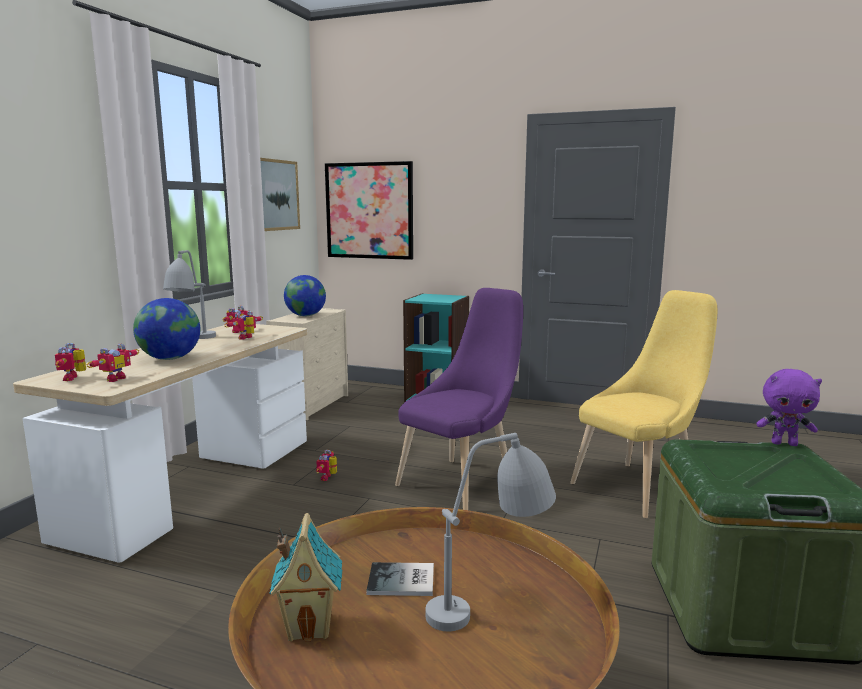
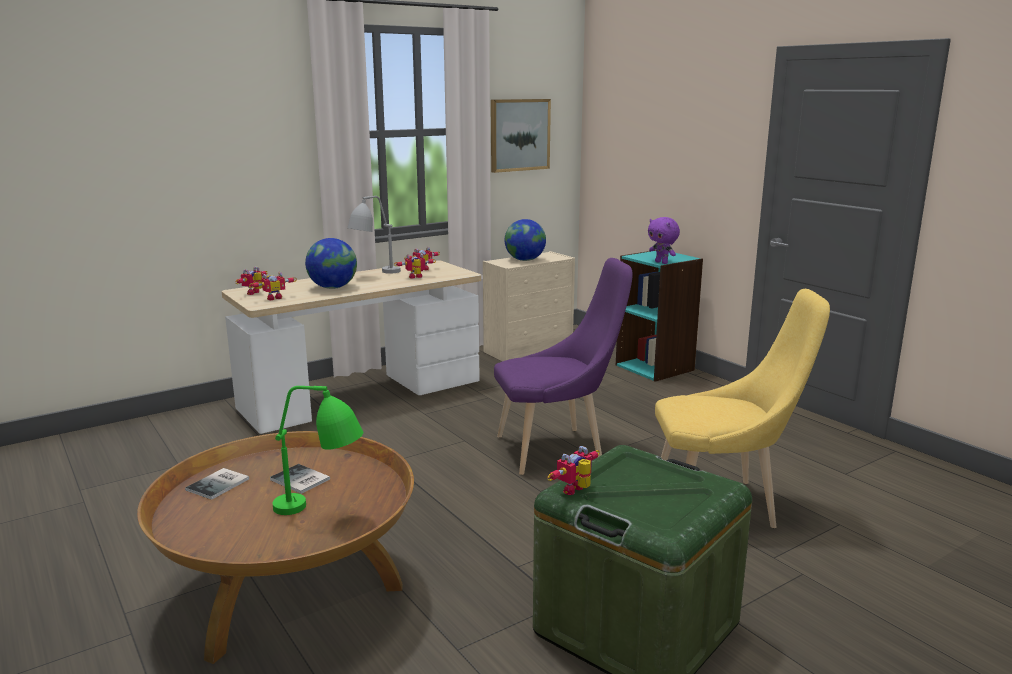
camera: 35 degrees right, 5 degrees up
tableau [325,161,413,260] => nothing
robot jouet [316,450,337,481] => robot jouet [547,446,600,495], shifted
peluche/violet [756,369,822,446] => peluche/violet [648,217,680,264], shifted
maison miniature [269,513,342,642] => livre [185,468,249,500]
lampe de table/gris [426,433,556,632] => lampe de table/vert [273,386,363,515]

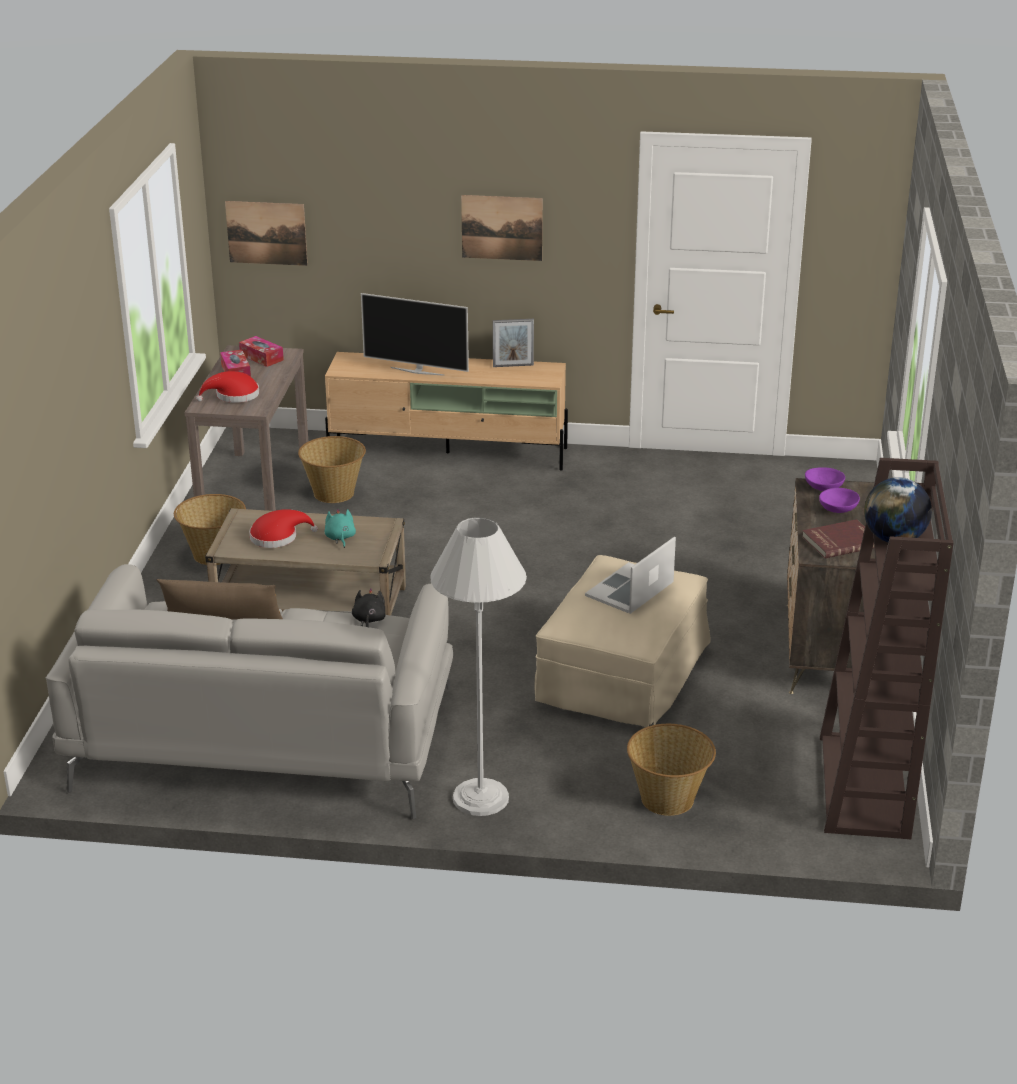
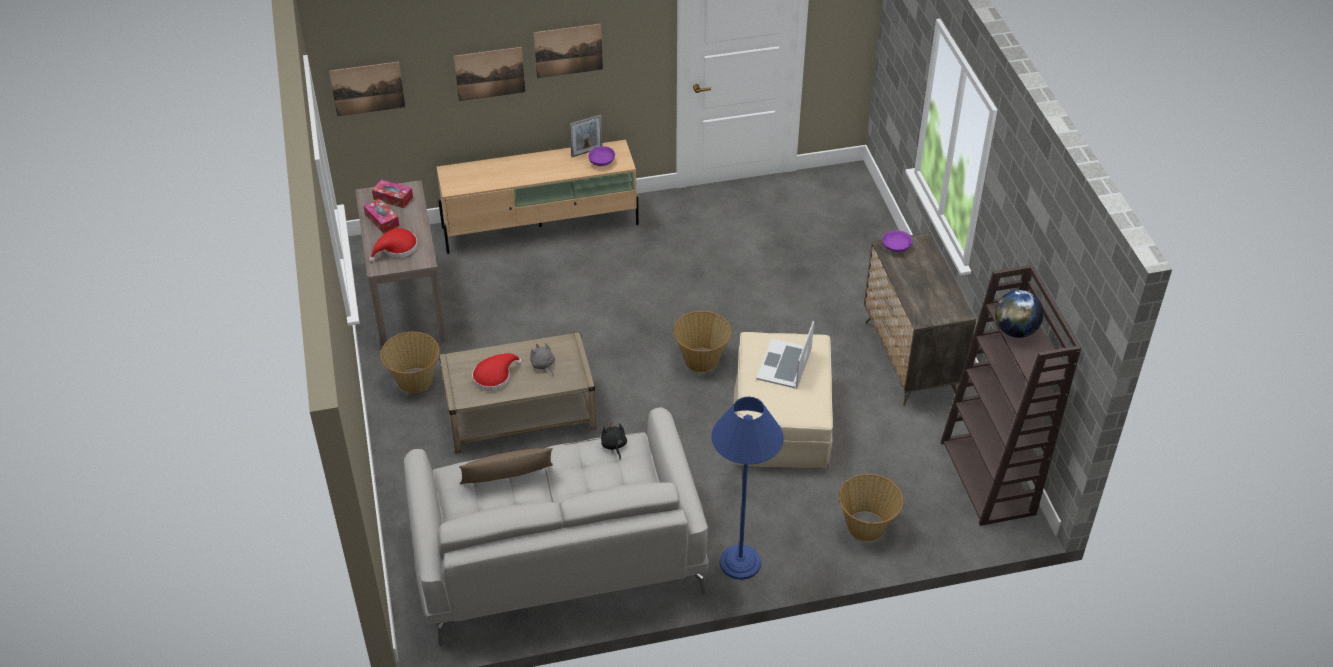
camera: 20 degrees left, 15 degrees up
téléviseur [361,293,469,376] => nothing
livre/rouge [802,519,874,558] => nothing
nothing => tableau [454,47,525,101]
panier [298,436,366,503] => panier [673,311,731,372], shifted
bol/violet [819,488,860,513] => bol/violet [588,146,615,166], shifted
peluche/turquoise [324,509,356,548] => peluche/gris [530,343,555,376]
lampadaire/blanc [430,517,527,816] => lampadaire/bleu [711,397,784,580]

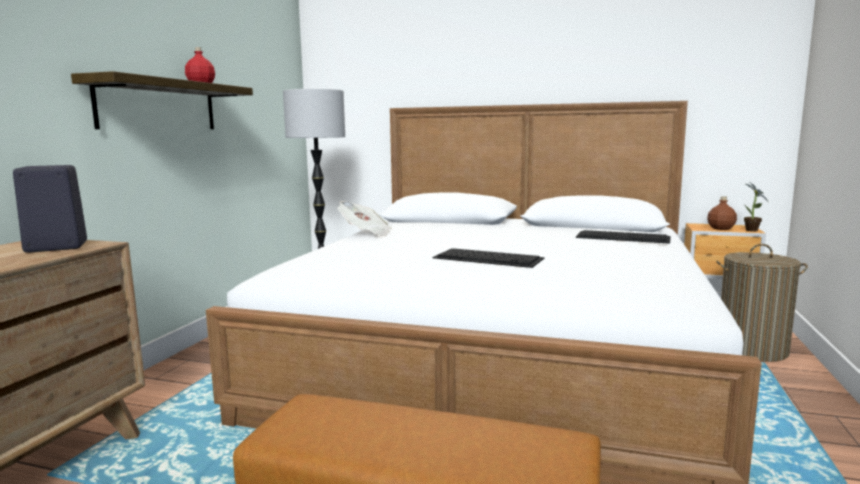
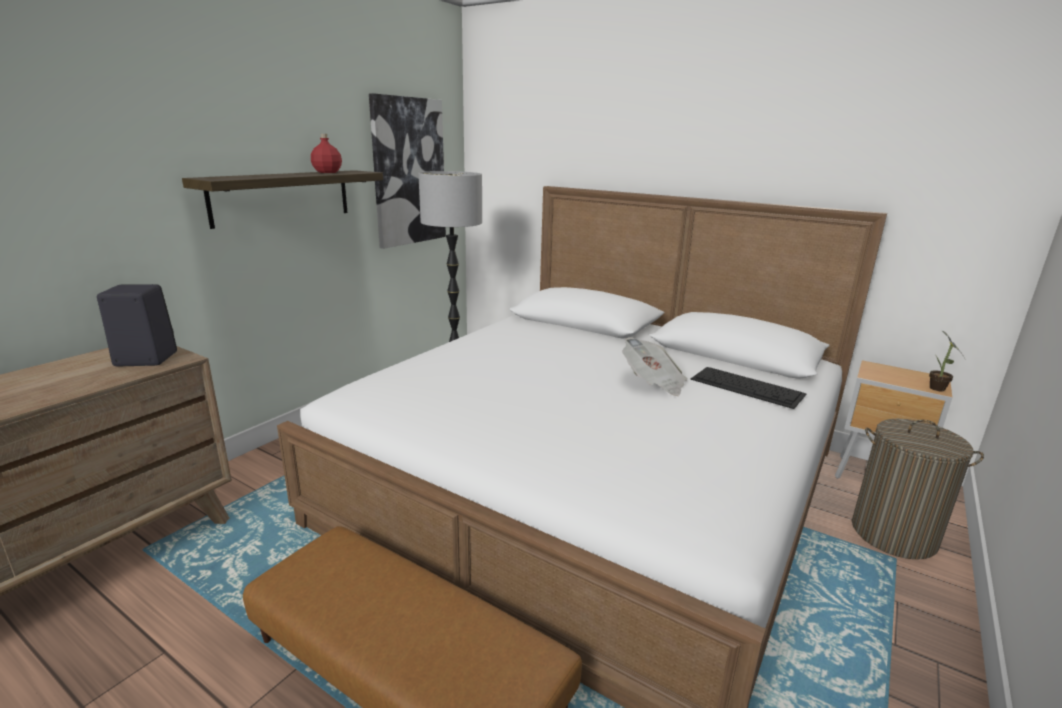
camera: 15 degrees right, 10 degrees up
clavier [433,248,544,268] => nothing
bouteille/marron [707,196,737,230] => nothing
nothing => tableau [369,93,446,249]
journal [337,201,392,237] => journal [622,337,687,396], shifted

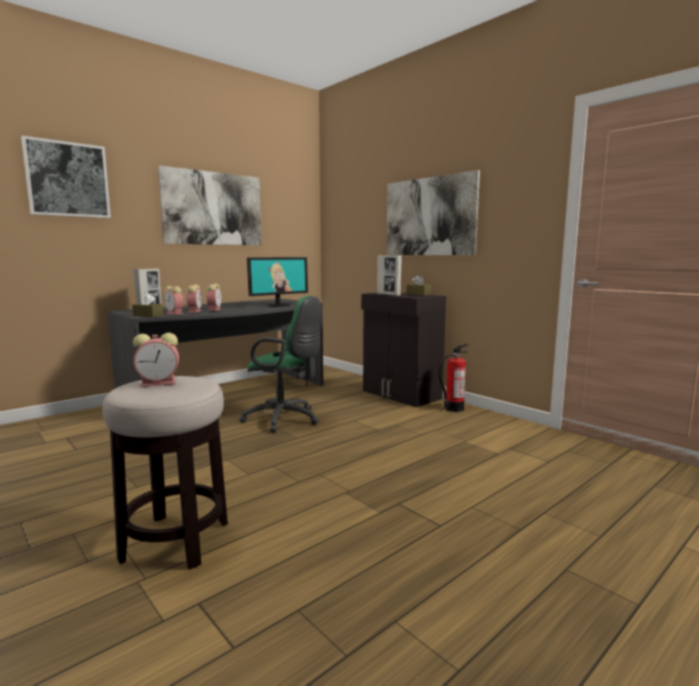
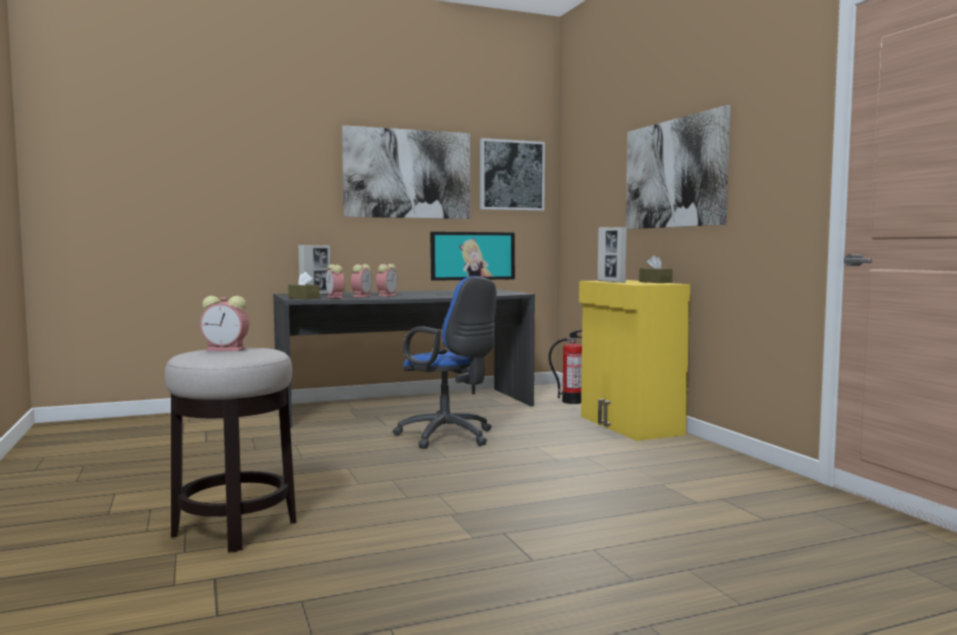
camera: 20 degrees right, 5 degrees down
tableau [21,136,111,218] => tableau [480,138,545,211], shifted
extincteur [438,344,468,412] => extincteur [548,330,582,404], shifted
chaise de bureau/vert [239,296,320,433] => chaise de bureau/bleu [393,276,497,449]
meuble de rangement/noir [361,293,446,407] => meuble de rangement/jaune [579,280,690,441]

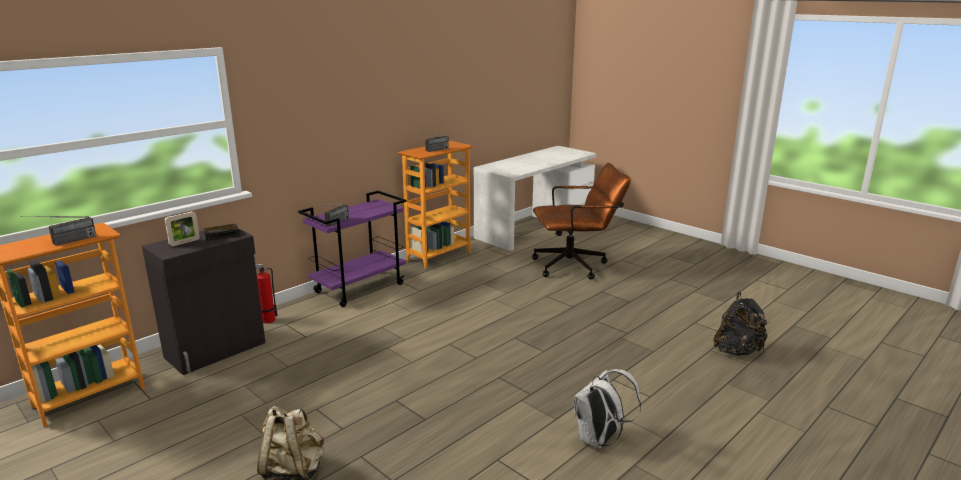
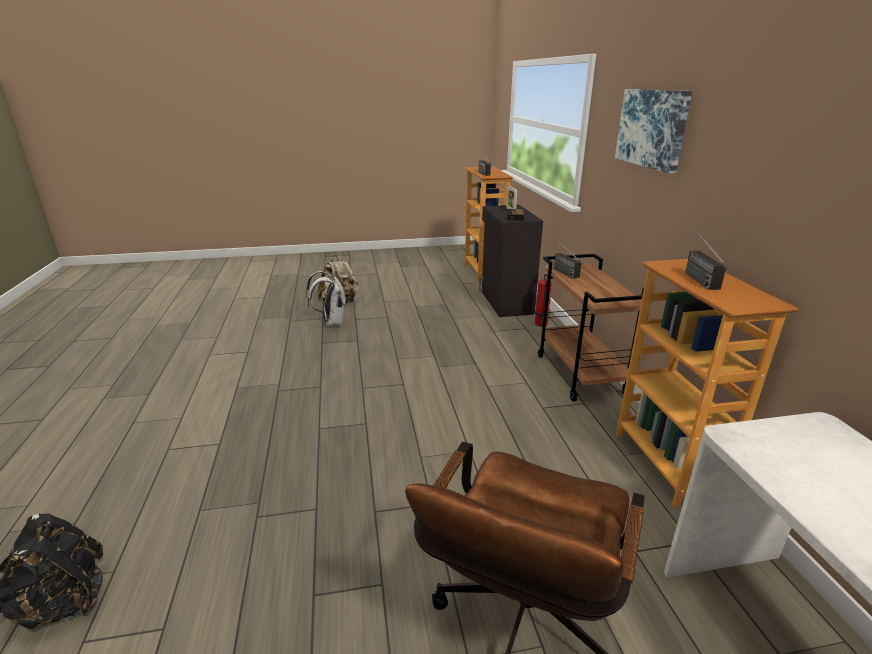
camera: 125 degrees right, 5 degrees up
nothing => tableau [615,89,692,174]
sac à dos/blanc [574,369,641,449] => sac à dos/blanc [306,271,346,326], shifted
chariot/violet [298,191,407,307] => chariot/marron [538,254,644,402]

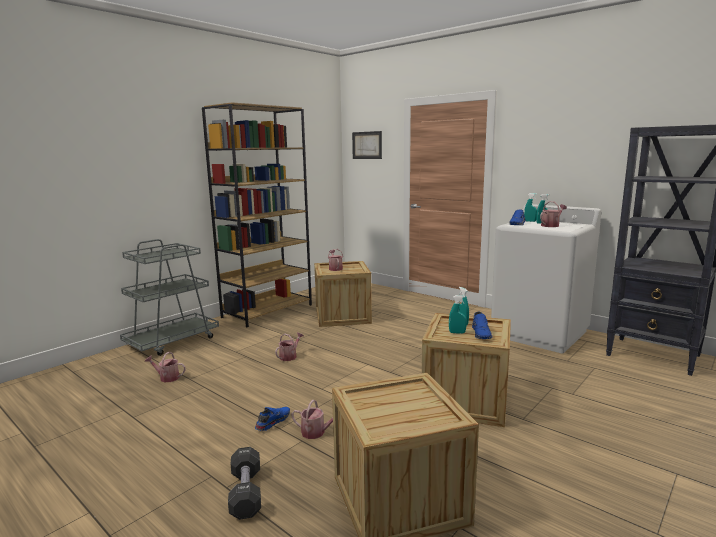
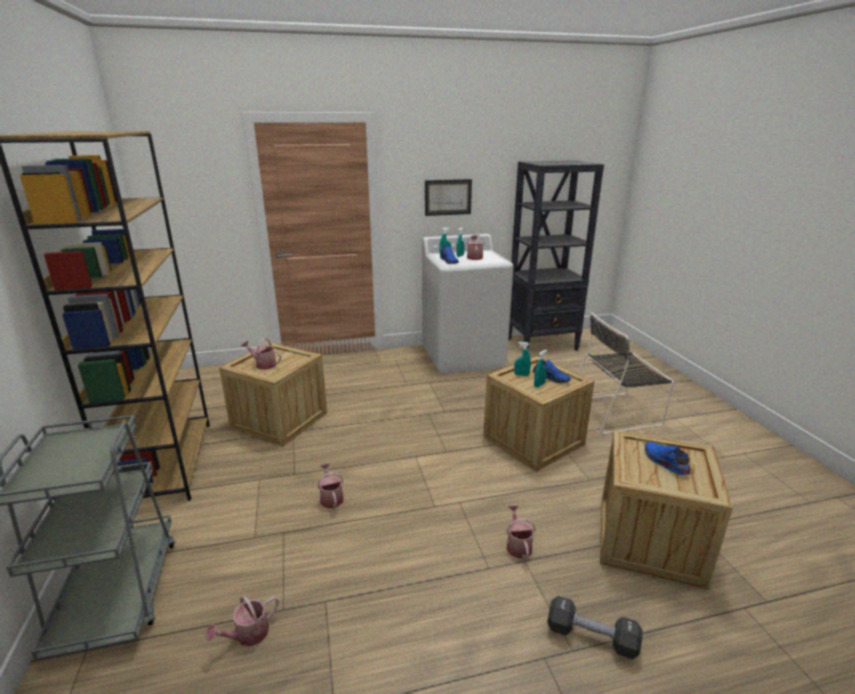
camera: 55 degrees left, 10 degrees up
nothing => chaise/noir [578,313,674,434]
chaussure/bleu [255,407,290,431] => chaussure/bleu [645,442,691,476], shifted
tableau [352,131,382,159] => tableau [425,179,472,216], shifted
arrosoir [291,400,333,439] => arrosoir [507,505,535,559], 60 degrees counterclockwise

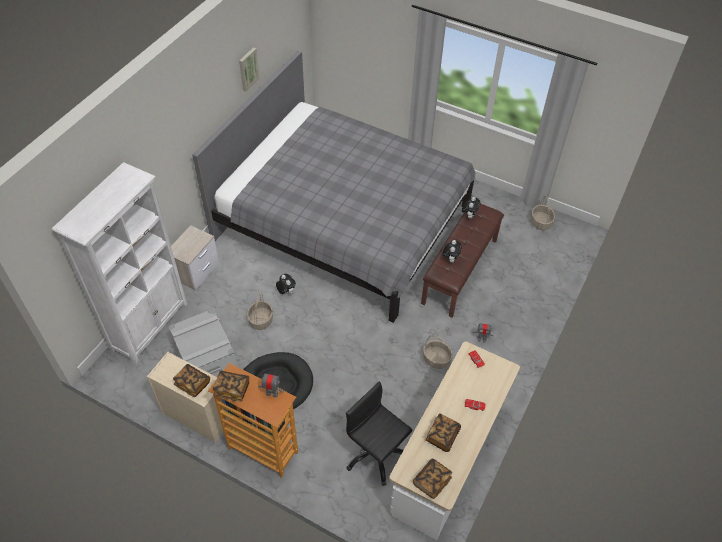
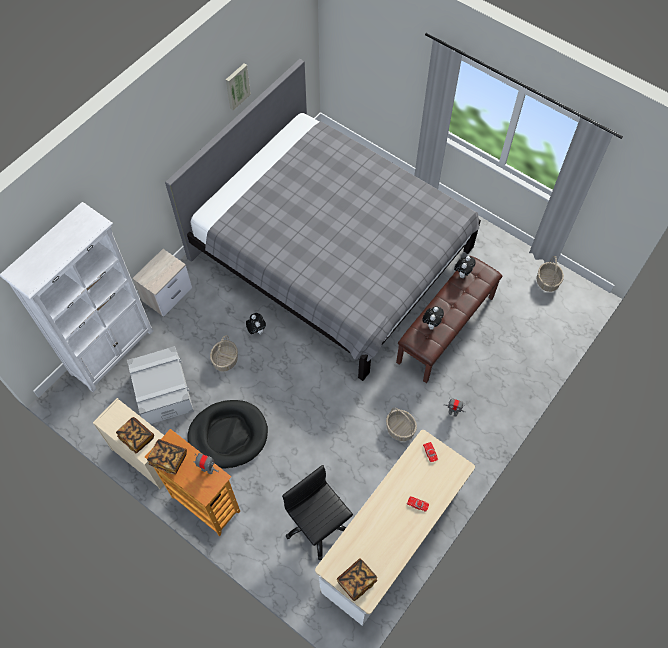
camera: 10 degrees right, 10 degrees up
livre [426,413,461,452] => nothing

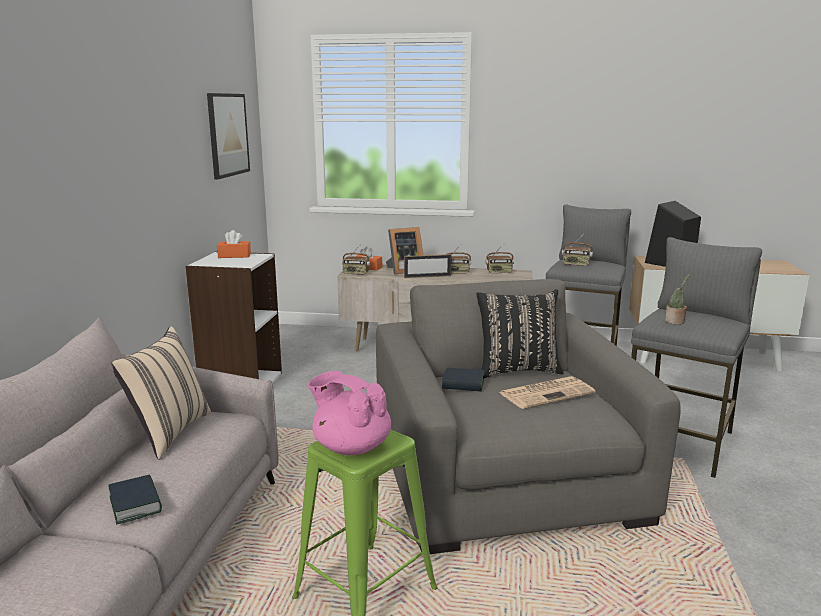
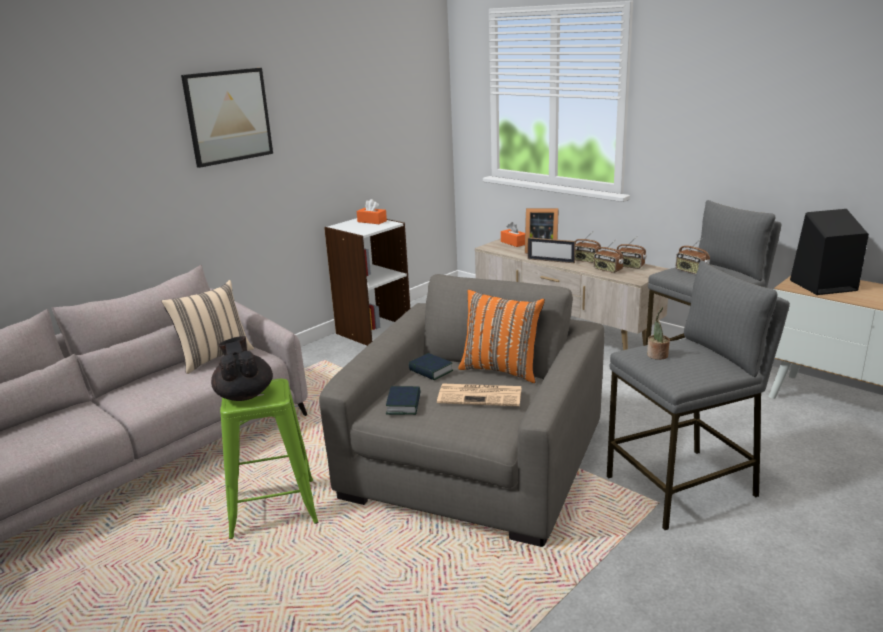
camera: 35 degrees right, 5 degrees up
livre [108,474,162,524] => livre [386,386,421,415], shifted
tableau [207,93,250,179] => tableau [181,68,273,168], shifted
radio [342,244,370,275] => radio [594,241,623,273], shifted
théière/rose [308,371,391,455] => théière/noir [211,336,273,401]
coussin/noir [476,289,564,378] => coussin/orange [458,290,545,383]

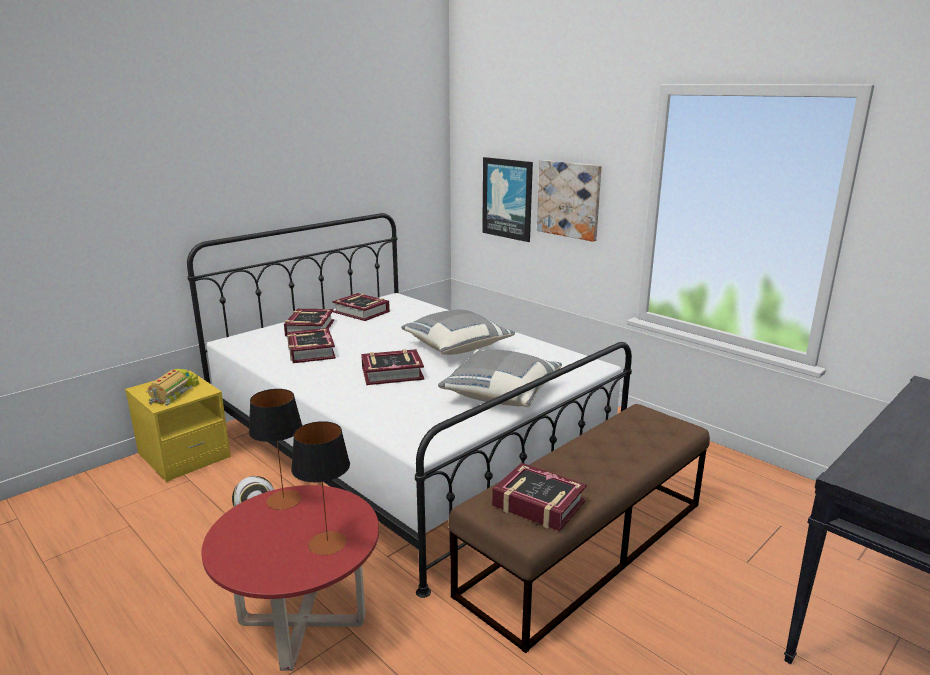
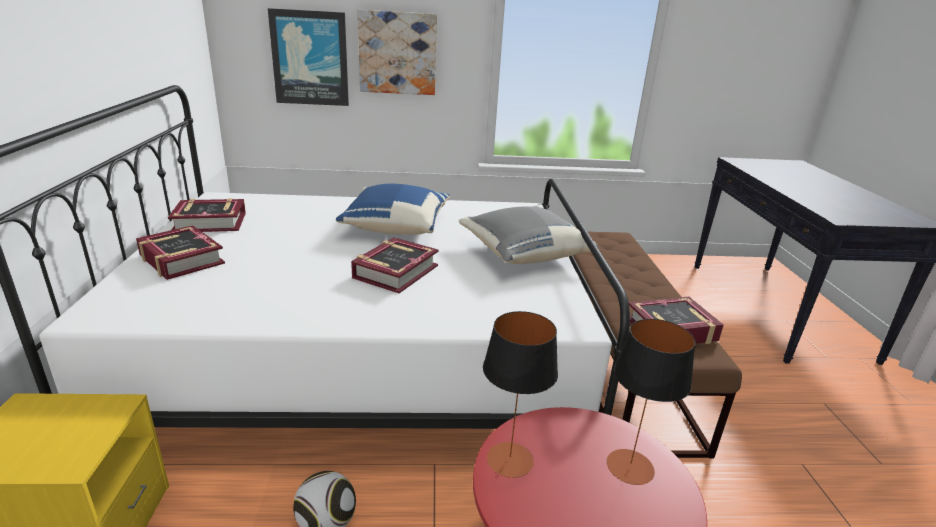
camera: 50 degrees left, 5 degrees up
camion jouet [146,369,199,406] => nothing
livre [287,328,336,363] => nothing
coussin/gris [401,310,515,355] => coussin/bleu [336,184,450,235]

